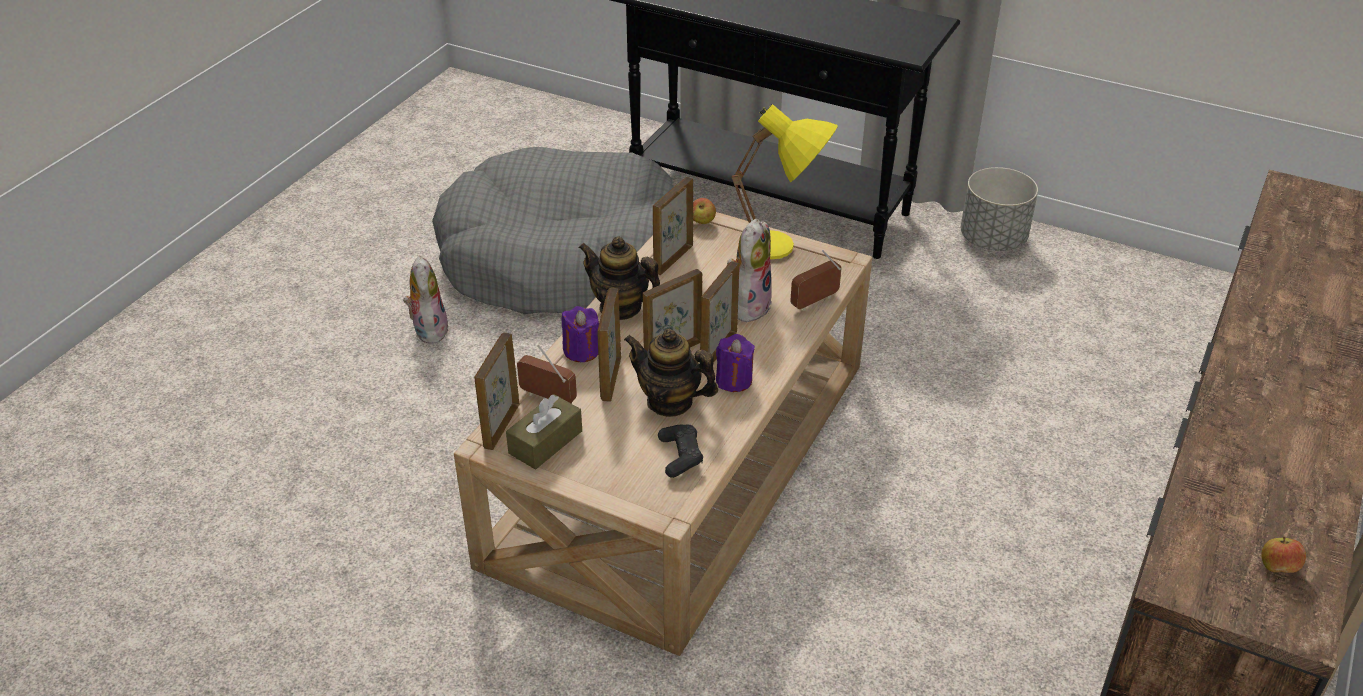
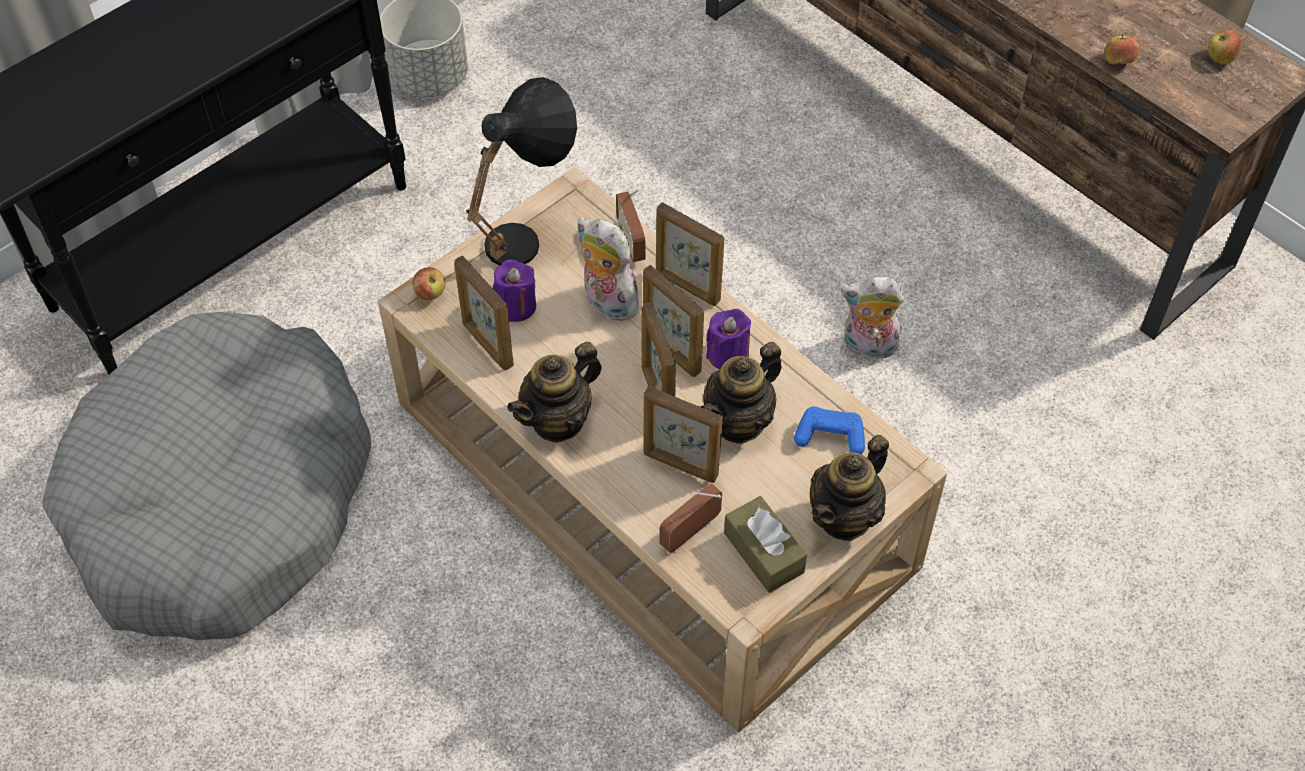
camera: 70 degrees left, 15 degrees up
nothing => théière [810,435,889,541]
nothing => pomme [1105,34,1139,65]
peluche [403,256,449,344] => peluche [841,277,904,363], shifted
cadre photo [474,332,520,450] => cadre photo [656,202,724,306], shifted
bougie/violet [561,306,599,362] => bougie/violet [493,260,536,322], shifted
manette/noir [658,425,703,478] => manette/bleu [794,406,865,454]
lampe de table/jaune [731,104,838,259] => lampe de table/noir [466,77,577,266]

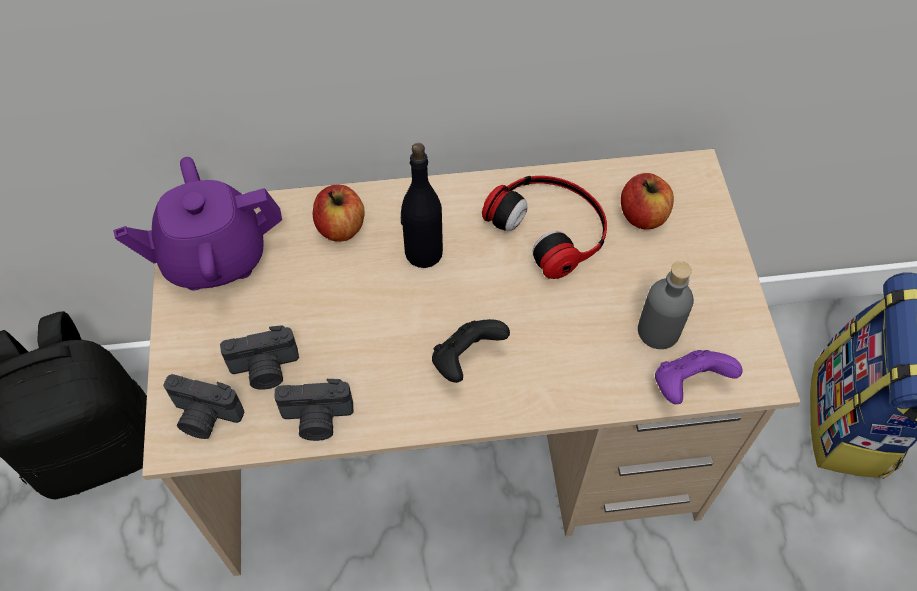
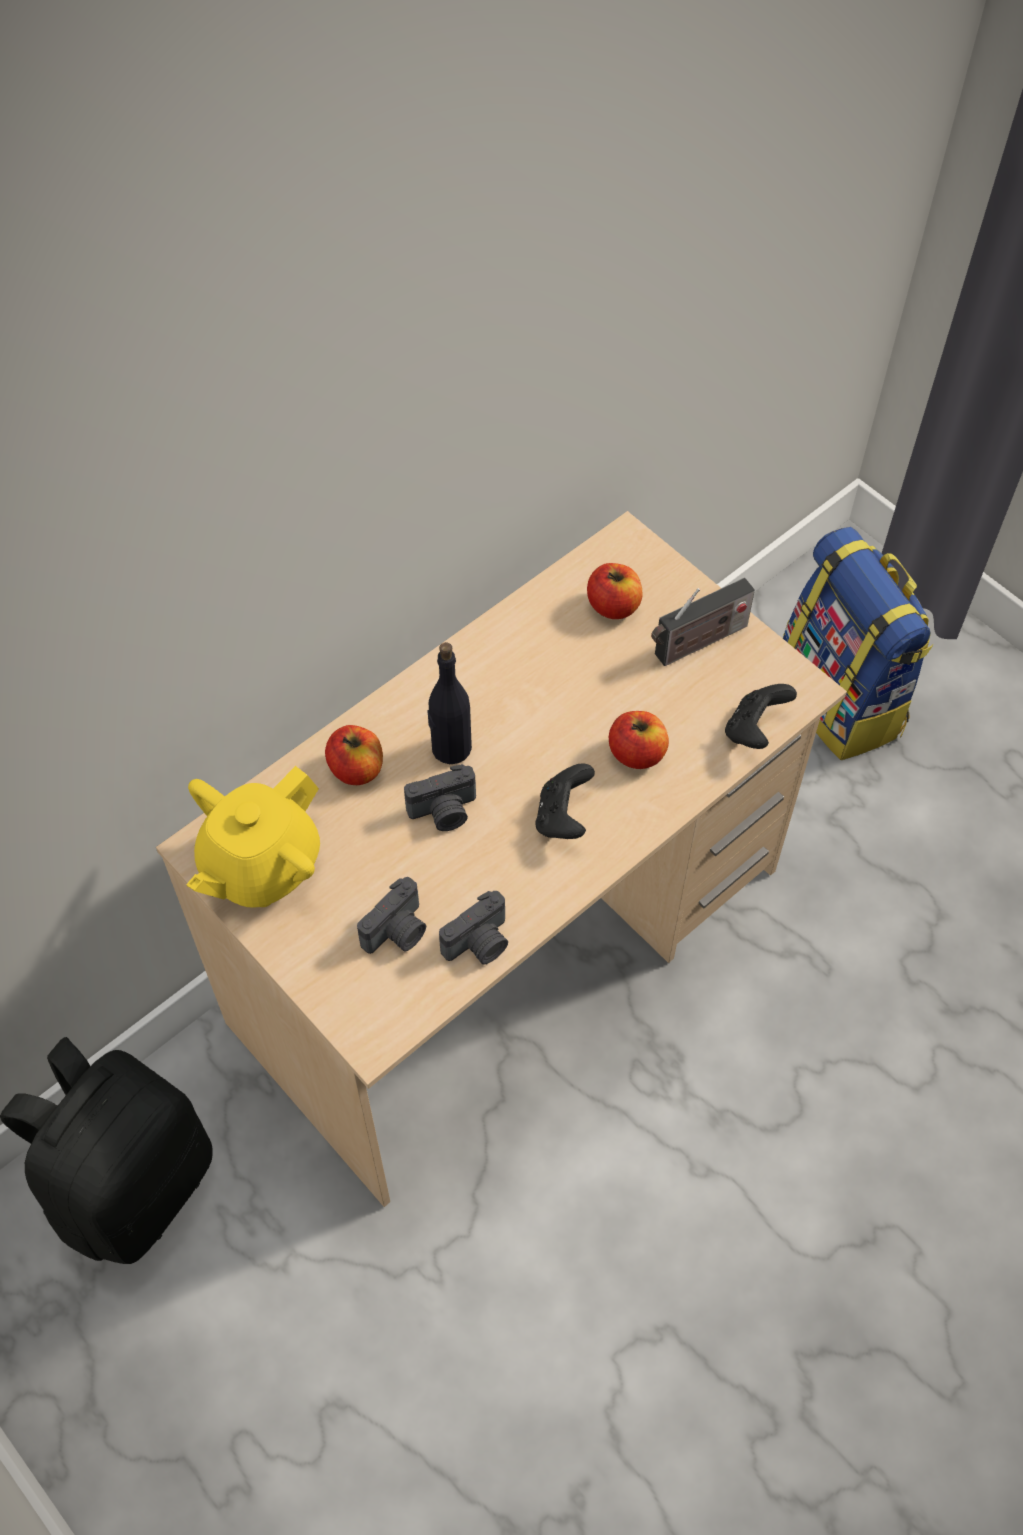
camera: 35 degrees left, 0 degrees up
casque audio [482,176,607,279] => nothing
bouteille/gris [638,261,694,349] => nothing
nothing => pomme [609,711,669,769]
nothing => radio [651,578,755,666]
appareil photo [163,374,245,439] => appareil photo [404,764,476,831], shifted
théière/violet [113,157,282,290] => théière/jaune [186,766,320,908]
manette/violet [655,350,743,404] => manette/noir [725,684,797,749]

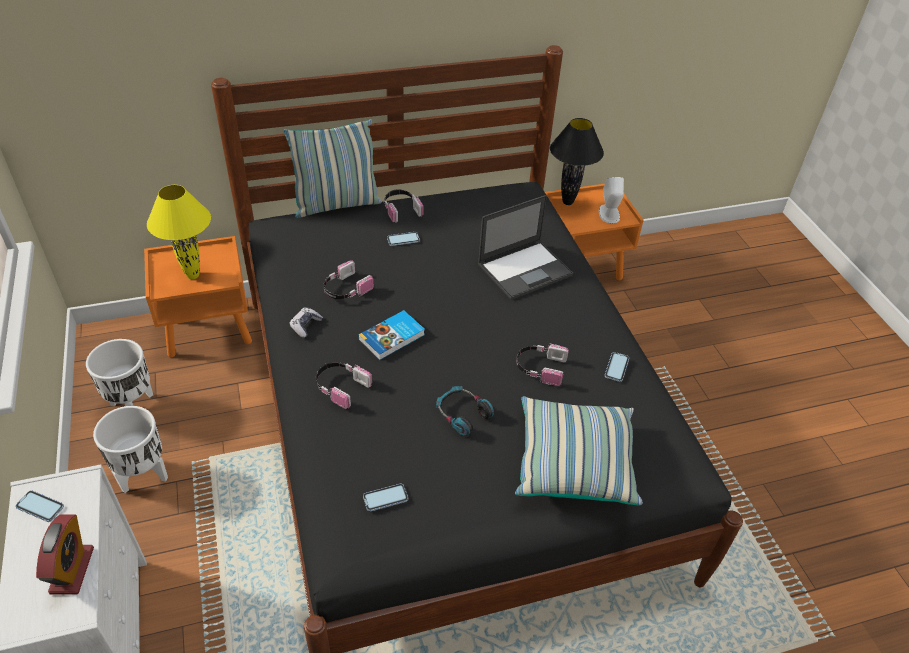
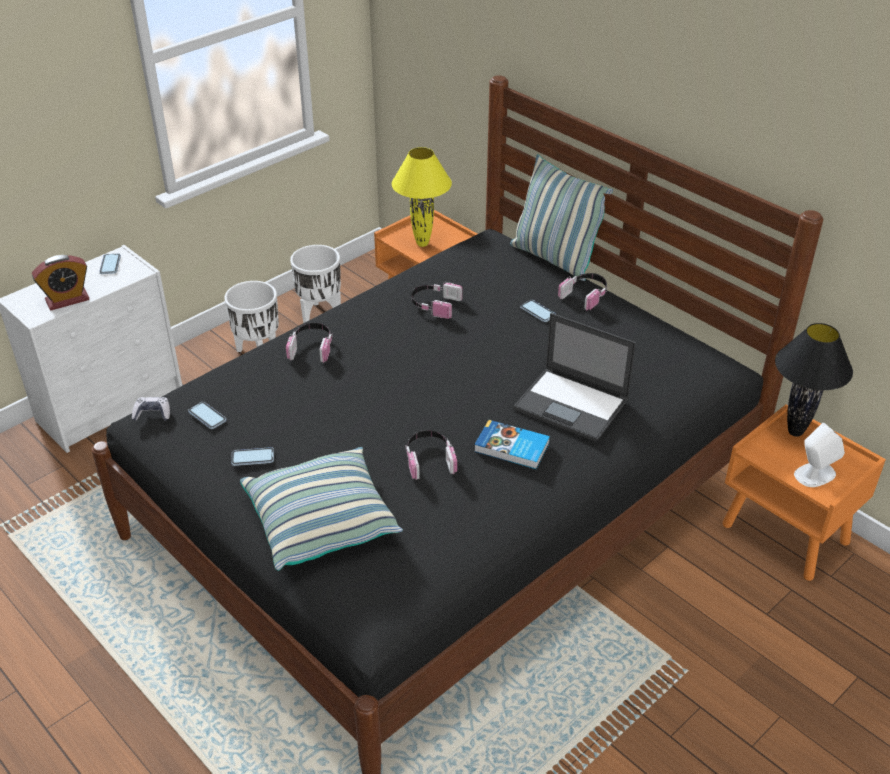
camera: 65 degrees right, 5 degrees down
casque audio [436,386,494,436] => nothing
manette [289,308,323,338] => manette [132,397,170,421], shifted
livre [358,310,425,360] => livre [474,420,550,469], shifted
téléphone [605,352,629,382] => téléphone [231,447,274,466], shifted

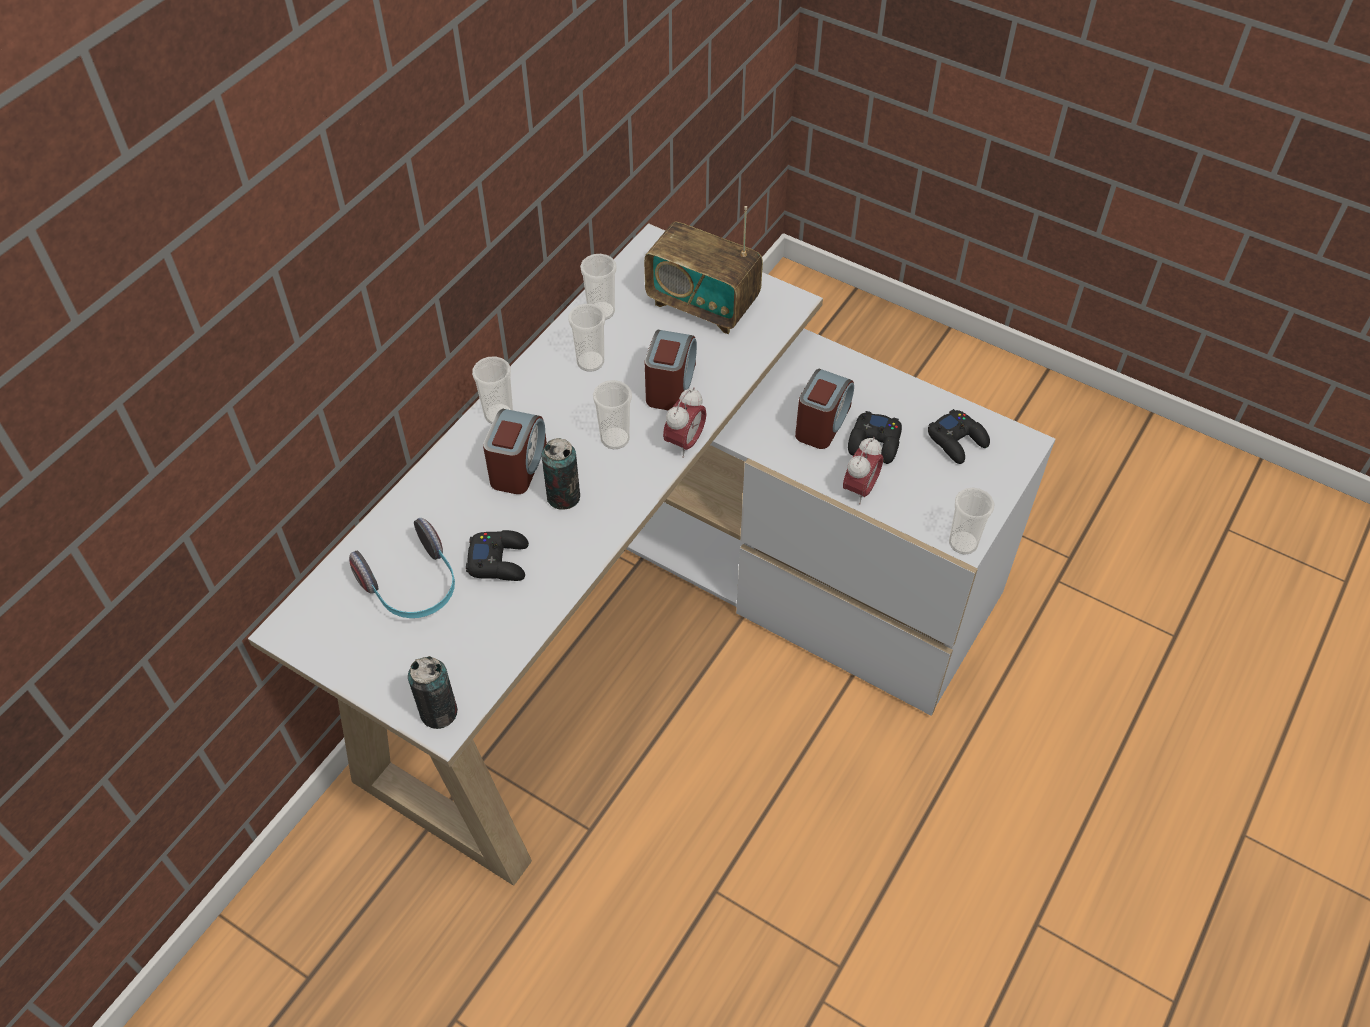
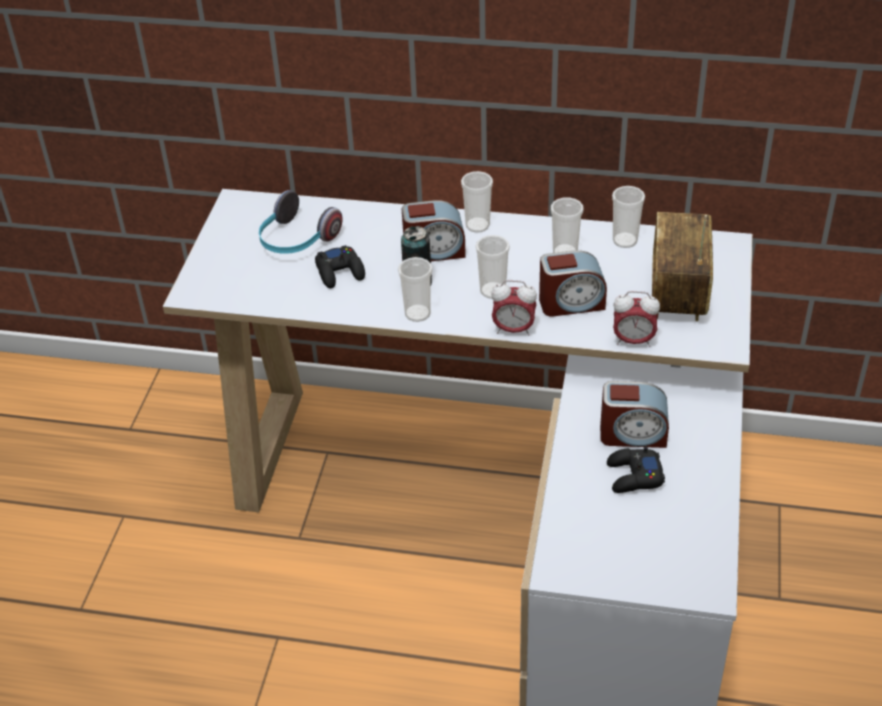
camera: 70 degrees right, 10 degrees down
boîte métallique [408,656,458,729] => nothing
manette/noir [928,409,990,464] => nothing
réveil [843,437,883,504] => réveil [613,291,660,347], shifted
tasse [949,487,995,555] => tasse [398,257,433,322], shifted

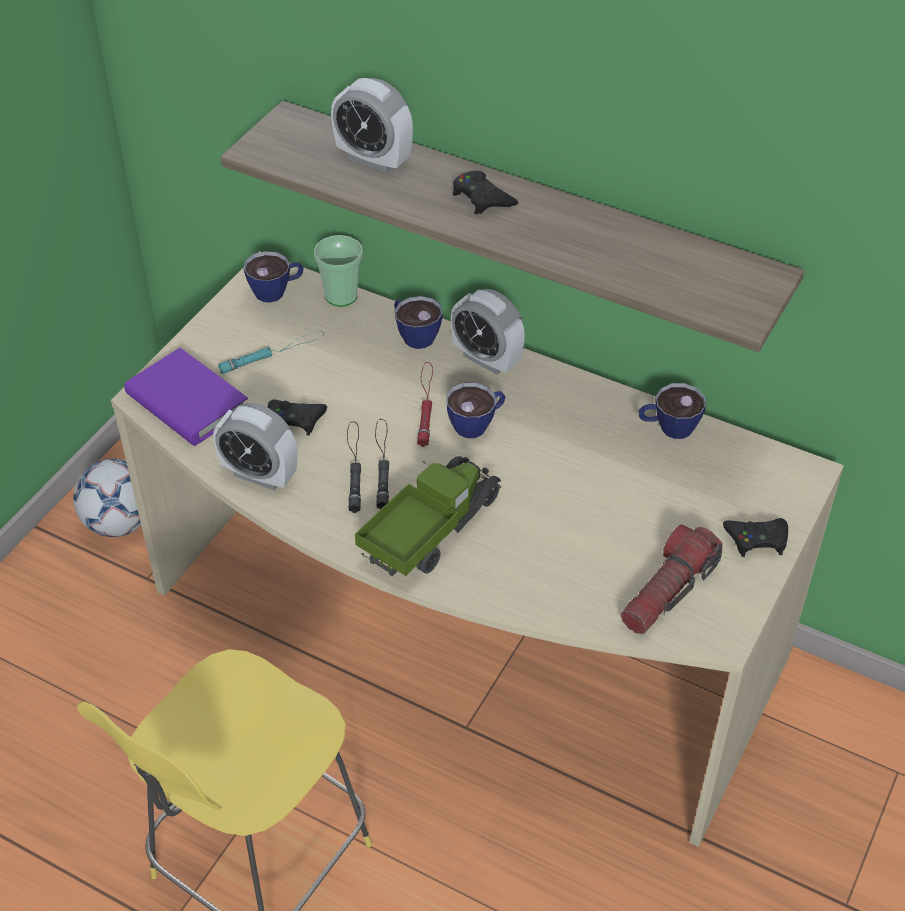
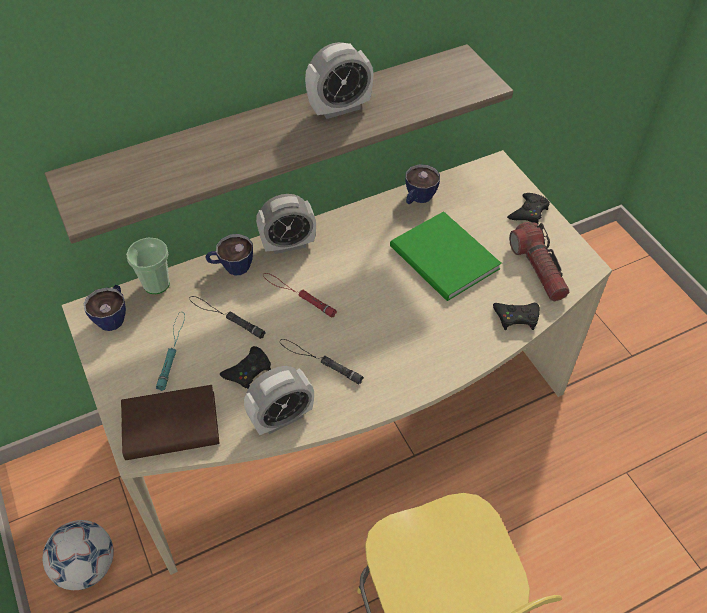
camera: 55 degrees left, 5 degrees up
camion jouet [355,456,501,576] => nothing
tasse [446,383,505,438] => nothing
nothing => livre/vert [390,211,502,301]
réveil [331,78,413,173] => réveil [305,42,373,119], shifted
lampe de poche/noir [375,419,389,509] => lampe de poche/noir [189,296,266,339], shifted
manette/noir [453,171,518,214] => manette/noir [493,303,540,330], shifted
livre/violet [124,348,248,446] => livre/marron [121,385,219,460]

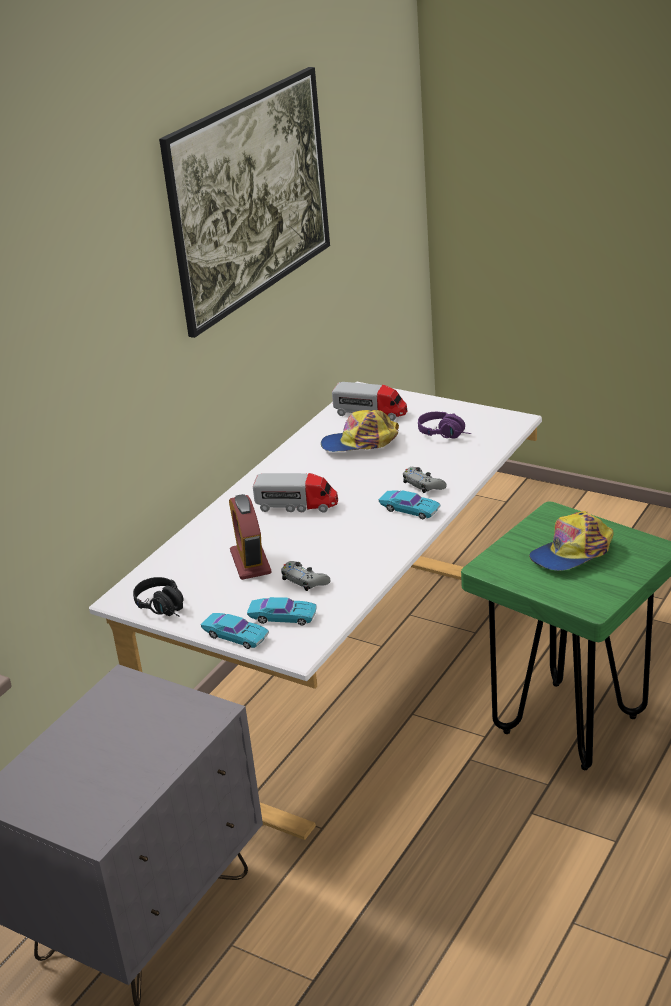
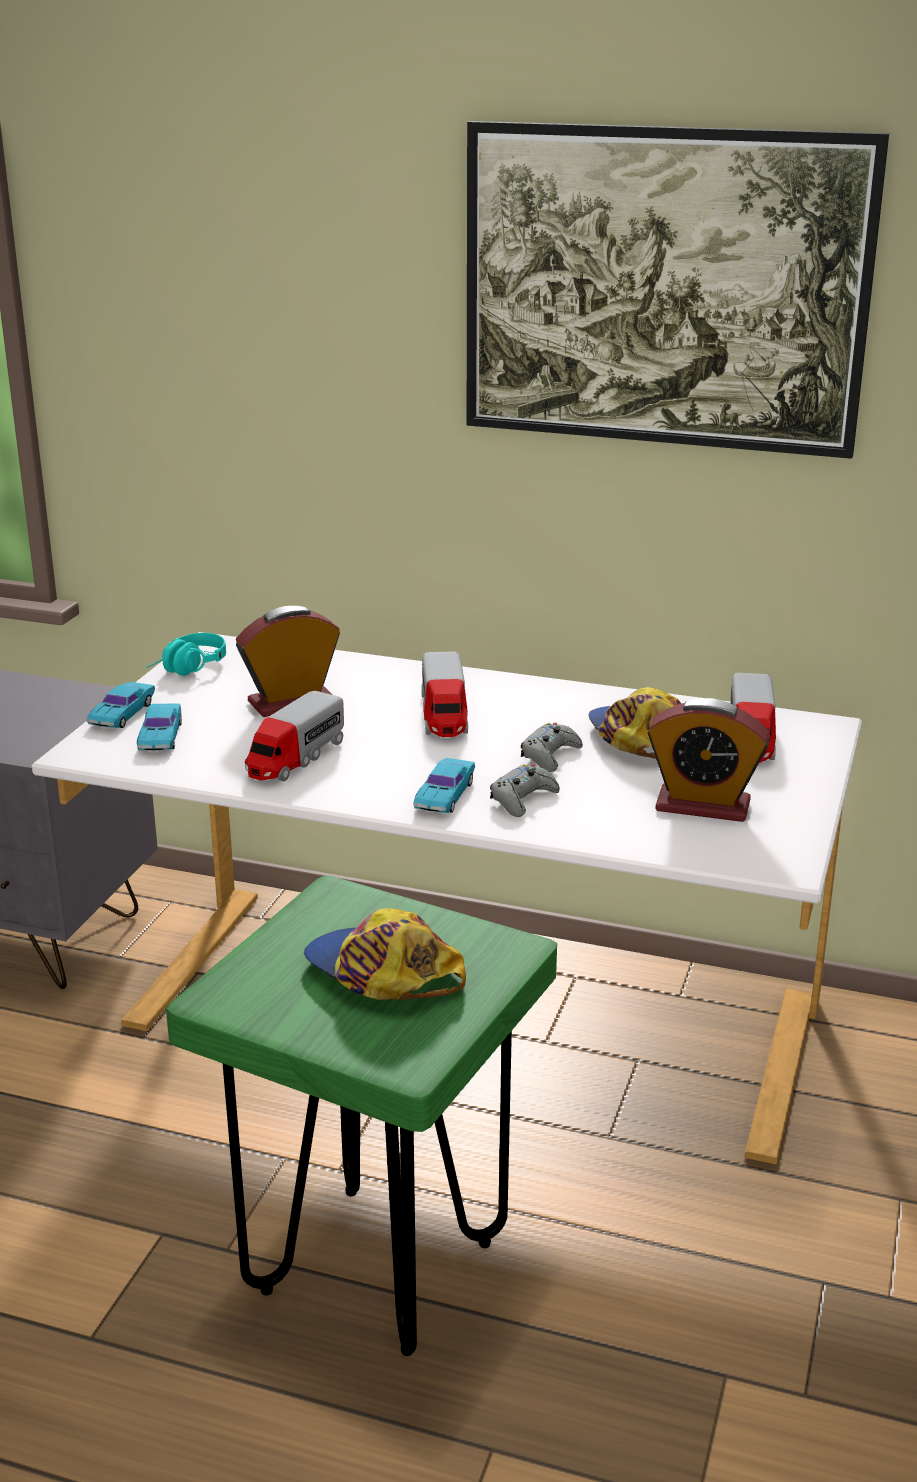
camera: 75 degrees right, 5 degrees down
nothing => camion jouet [245,691,344,781]
manette/gris [281,561,331,591] => manette/gris [521,723,583,772], shifted
casque audio/violet [418,412,471,438] => réveil [648,698,770,822]
casque audio/noir [133,577,184,616] => casque audio/turquoise [147,633,226,676]

